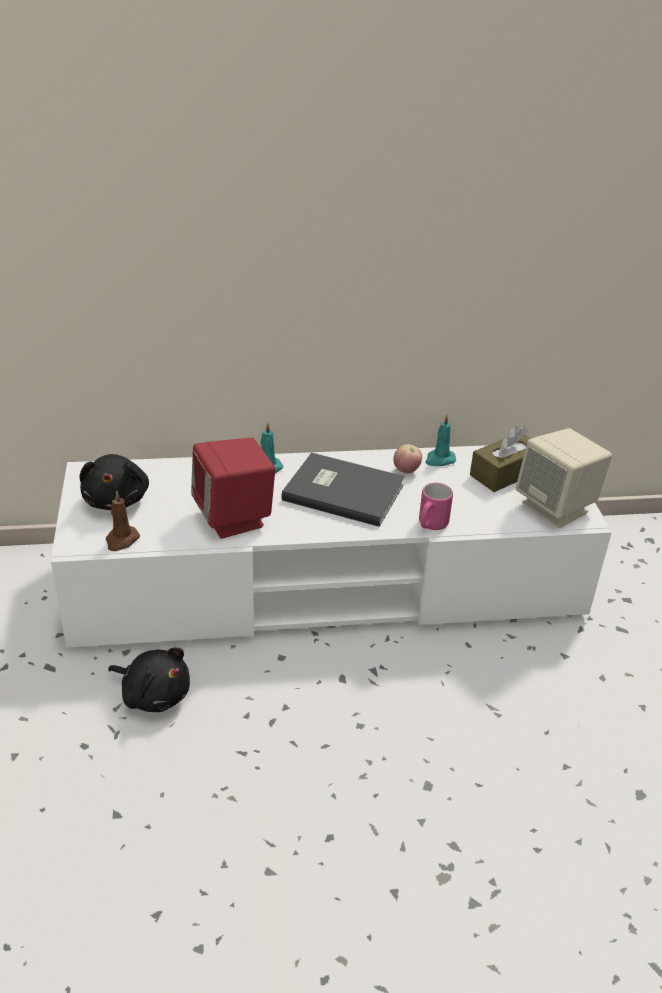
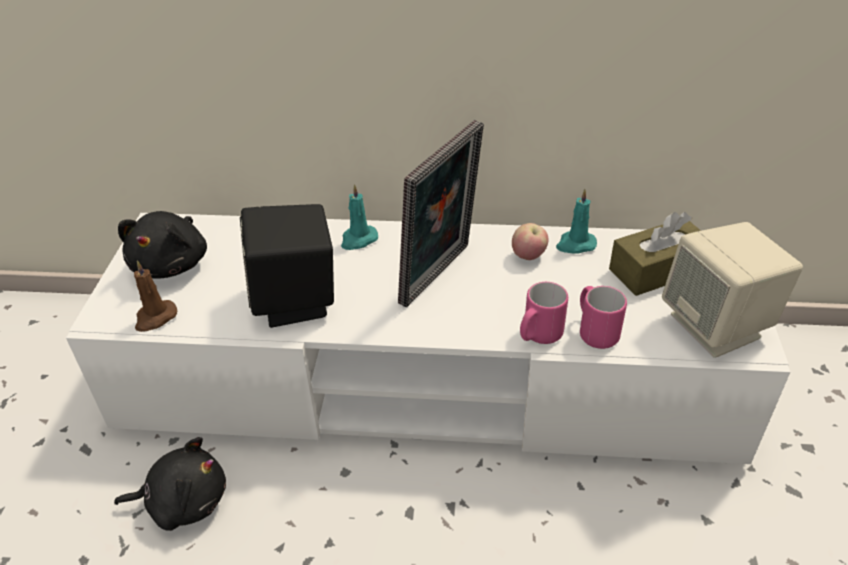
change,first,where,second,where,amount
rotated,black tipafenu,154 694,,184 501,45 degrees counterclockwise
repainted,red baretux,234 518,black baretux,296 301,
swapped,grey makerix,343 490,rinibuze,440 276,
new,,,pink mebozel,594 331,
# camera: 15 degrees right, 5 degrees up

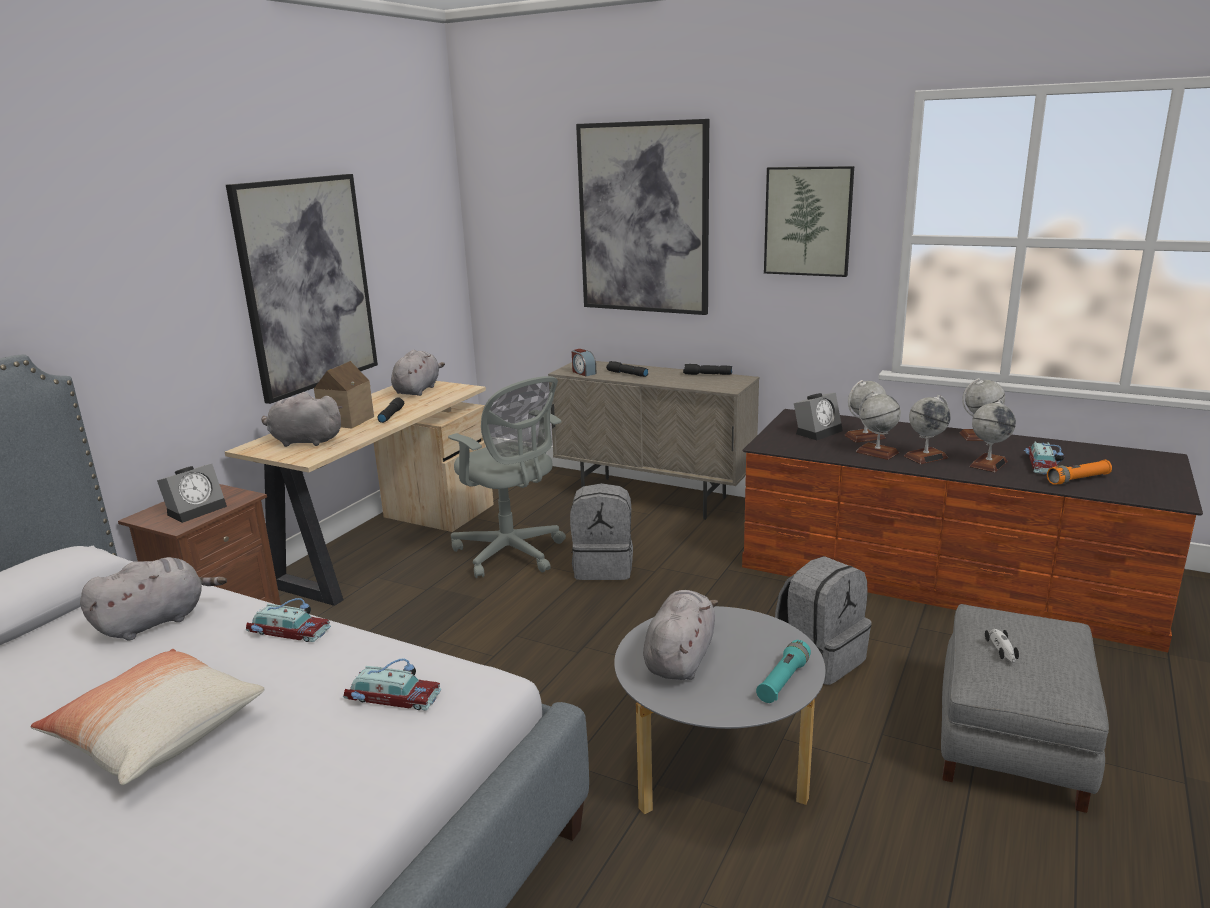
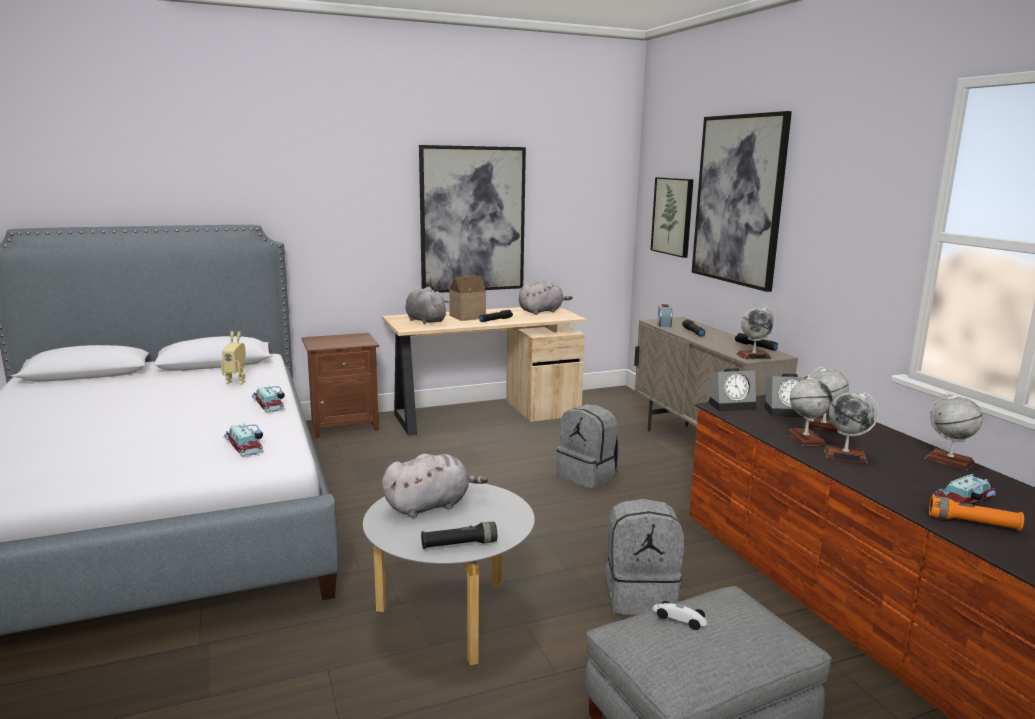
change,first,where,second,where,amount
swapped,grey tipafenu,156 621,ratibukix,237 382,
repainted,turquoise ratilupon,783 681,black ratilupon,459 545,
shifted,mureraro,808 221,,673 216,
rotated,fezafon,1002 649,,679 619,75 degrees clockwise
shifted,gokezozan,197 509,,732 405,
shifted,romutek,988 464,,753 356,
gone,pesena,156 734,,,
gone,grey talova,512 554,,,
# camera: 40 degrees right, 5 degrees down

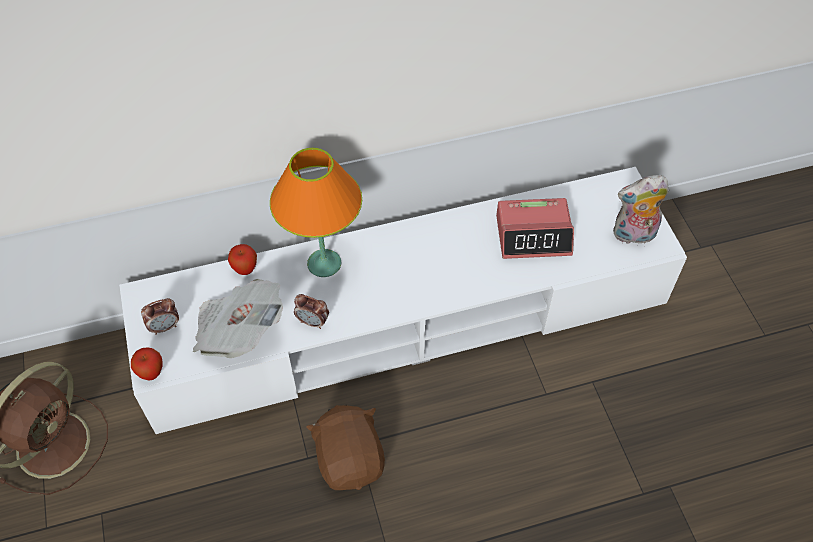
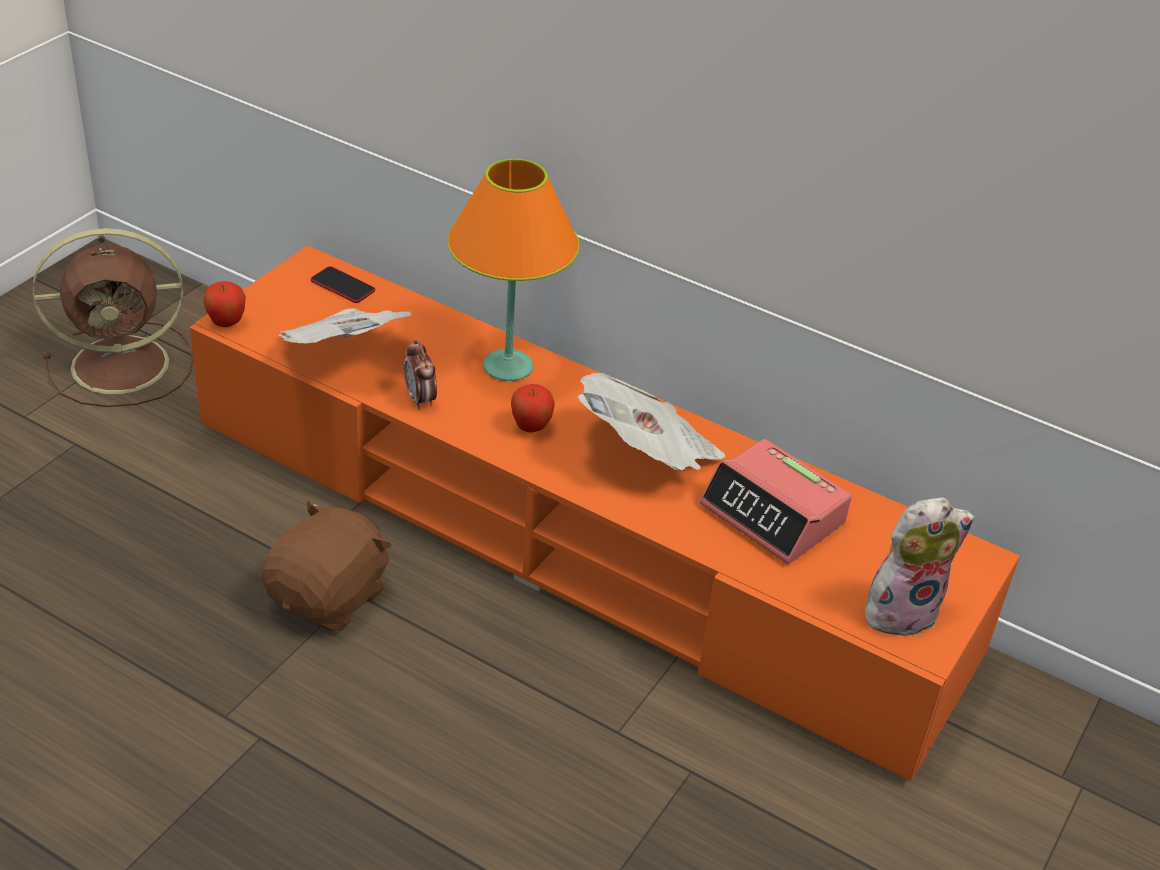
change,first,where,second,where,amount
repainted,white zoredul,407 319,orange zoredul,573 538,
new,,,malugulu,343 286,
shifted,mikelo,245 269,,531 428,
new,,,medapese,648 454,
rotated,tipafenu,633 235,,901 610,120 degrees clockwise
gone,gokezozan,165 327,,,
# camera: 45 degrees right, 15 degrees down

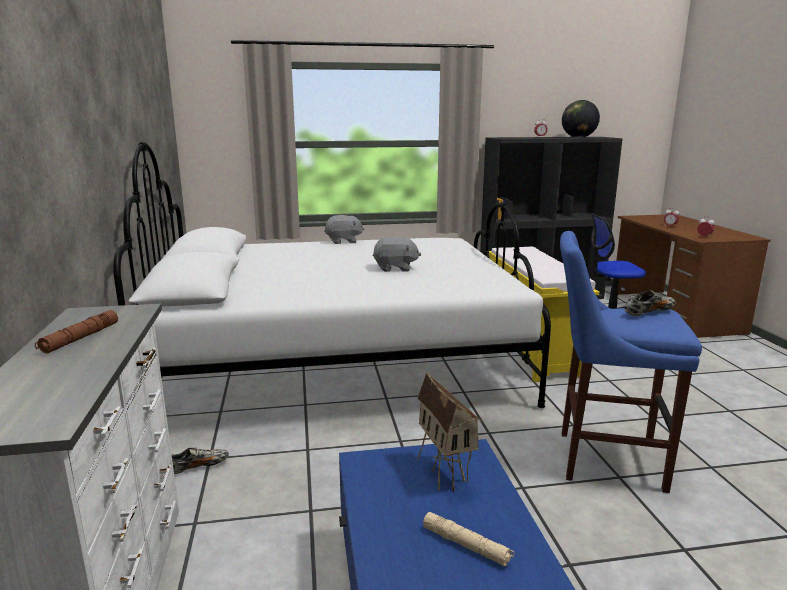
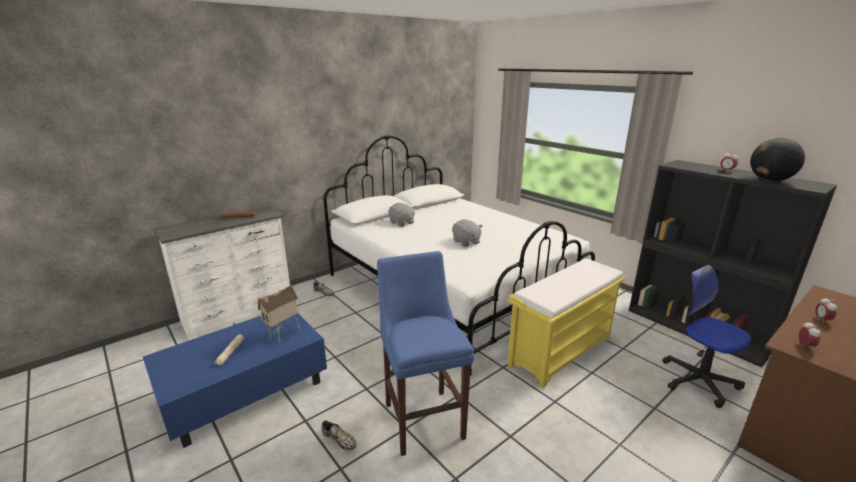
change,first,where,second,where,amount
shifted,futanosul,649 312,,339 441,
shifted,grey tipafenu,343 241,,401 222,
# camera: 60 degrees right, 5 degrees up

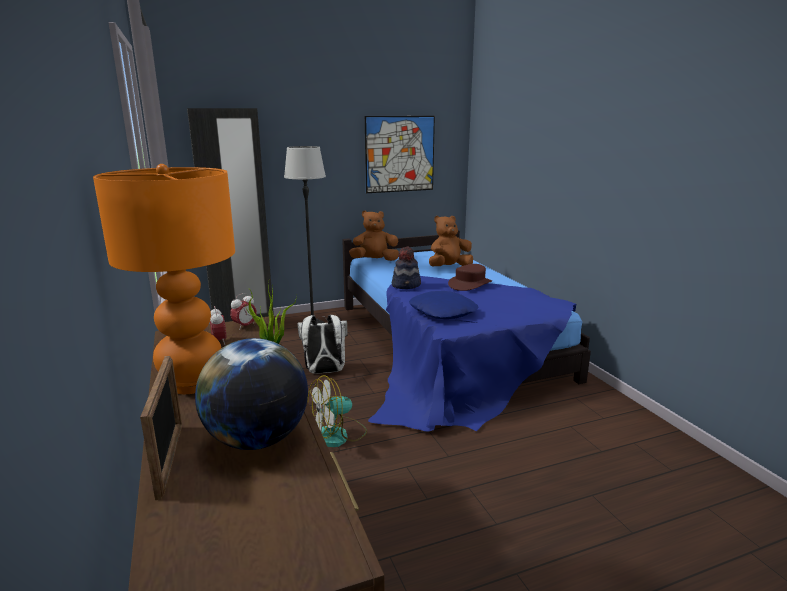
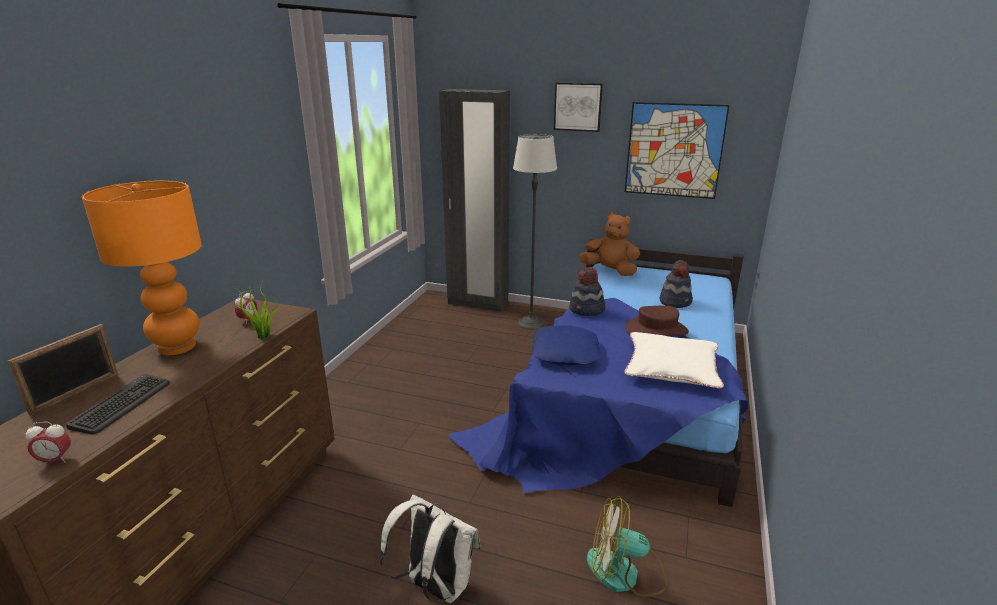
change,first,where,second,where,amount
shifted,gokezozan,245 326,,55 460,
swapped,romutek,257 440,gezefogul,122 404,
shifted,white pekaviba,324 372,,435 586,
new,,,mureraro,578 107,
shifted,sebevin,336 435,,625 572,
new,,,white pesena,671 367,
swapped,brown tipafenu,449 267,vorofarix,675 302,
# camera: 40 degrees right, 5 degrees up

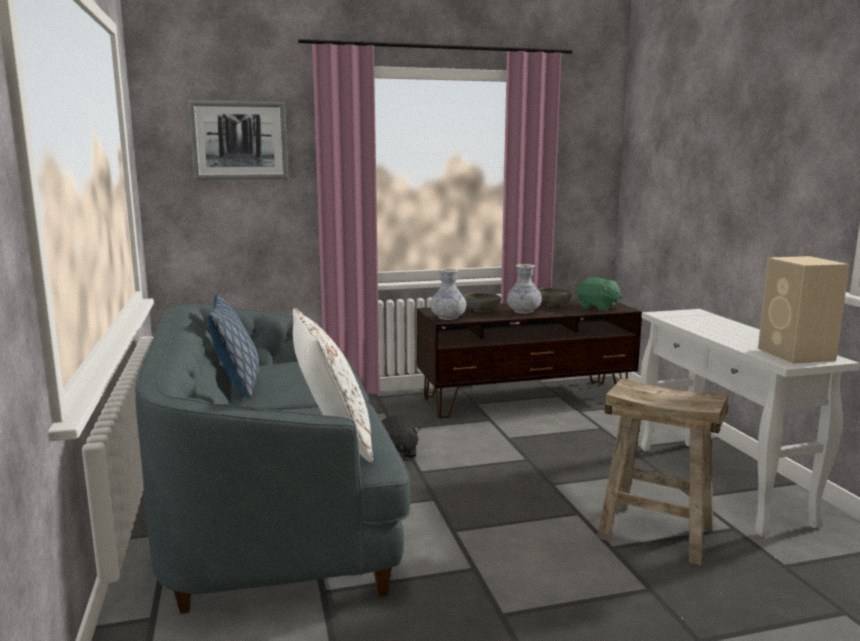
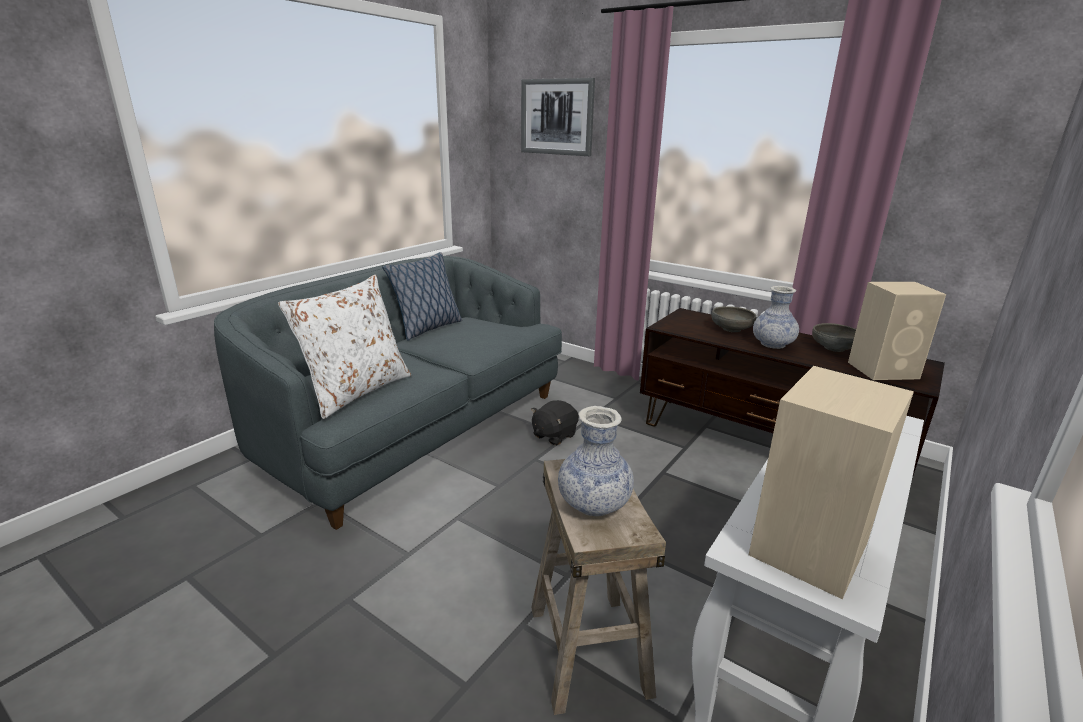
change,first,where,second,where,amount
shifted,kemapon,448 317,,594 503,
swapped,green tipafenu,597 307,beige baretux,884 370,
# camera: 50 degrees right, 10 degrees up

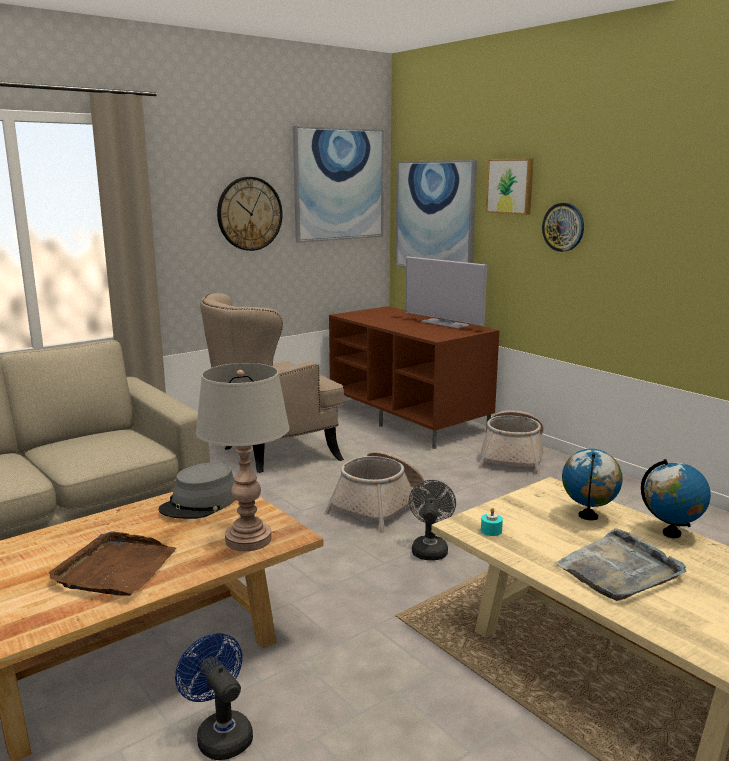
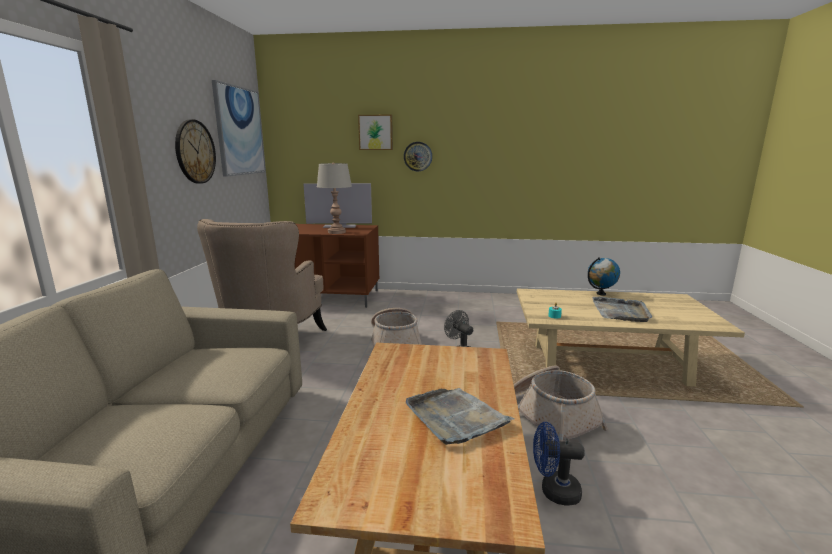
change,first,where,second,where,amount
shifted,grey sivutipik,248 539,,336 232,
repainted,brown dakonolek,115 569,grey dakonolek,455 417,
shifted,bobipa,513 456,,550 416,
gone,grey vorofarix,200 503,,,
gone,mureraro,435 217,,,
gone,romutek,588 516,,,
# camera: 45 degrees left, 0 degrees up

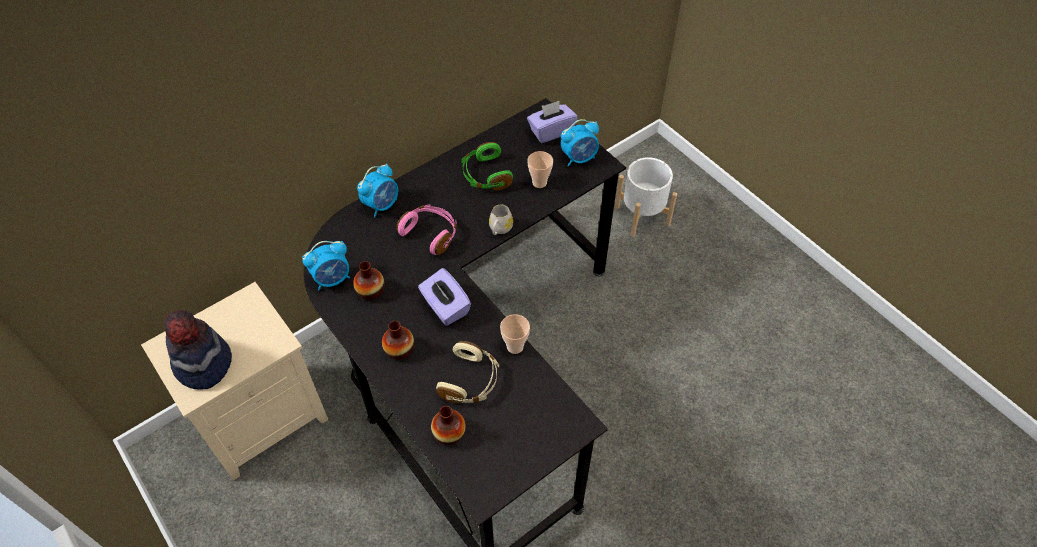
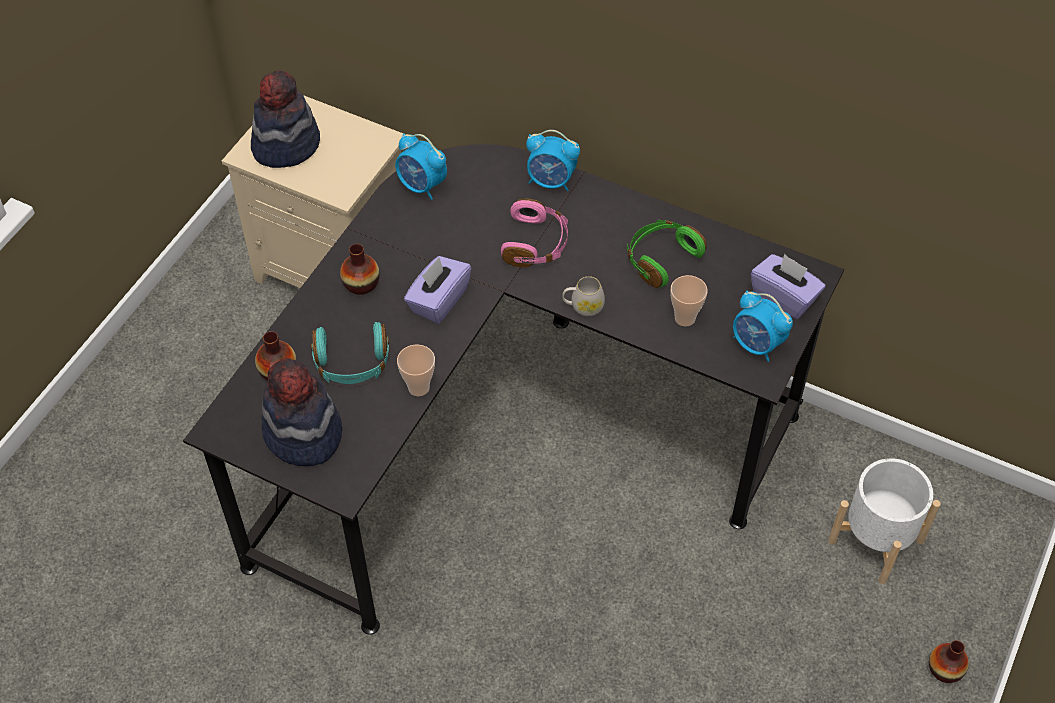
change,first,where,second,where,amount
new,,,vorofarix,303 434,
repainted,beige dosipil,470 381,turquoise dosipil,352 363,
shifted,kemapon,370 290,,945 669,
# camera: 65 degrees right, 0 degrees up

